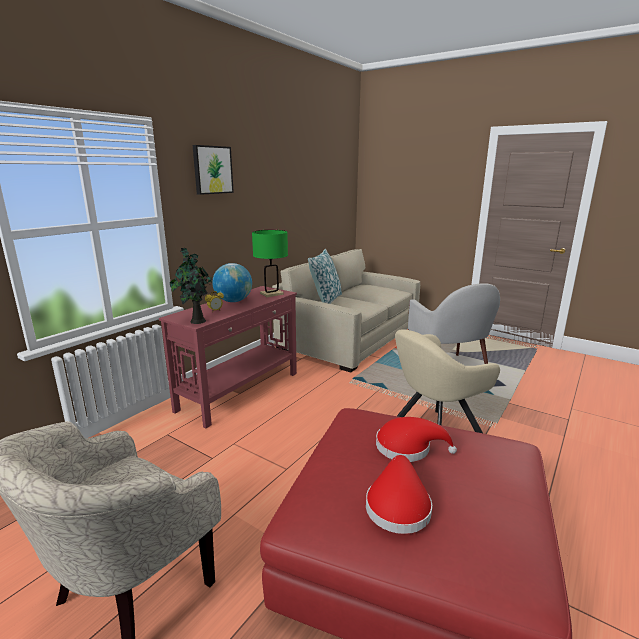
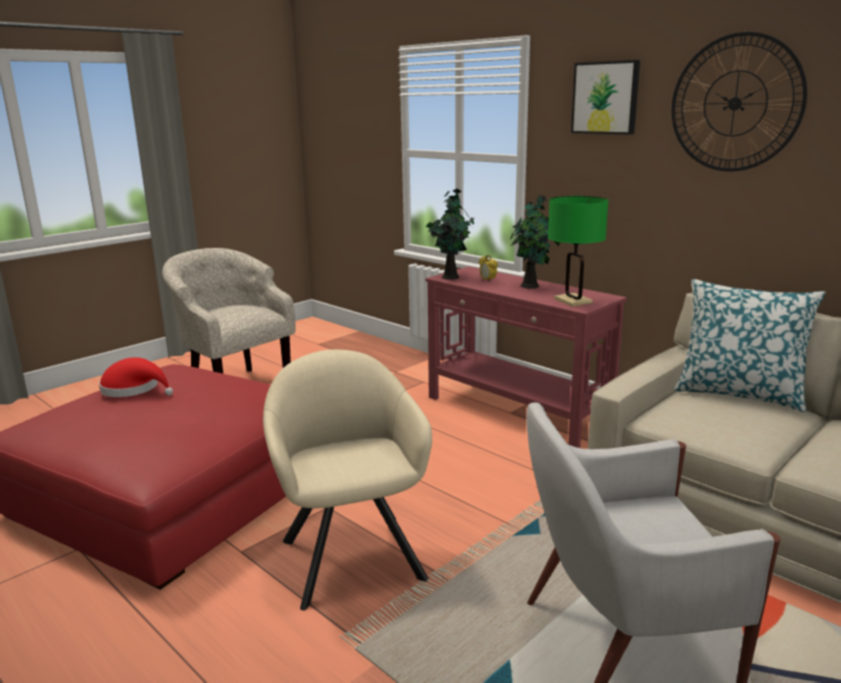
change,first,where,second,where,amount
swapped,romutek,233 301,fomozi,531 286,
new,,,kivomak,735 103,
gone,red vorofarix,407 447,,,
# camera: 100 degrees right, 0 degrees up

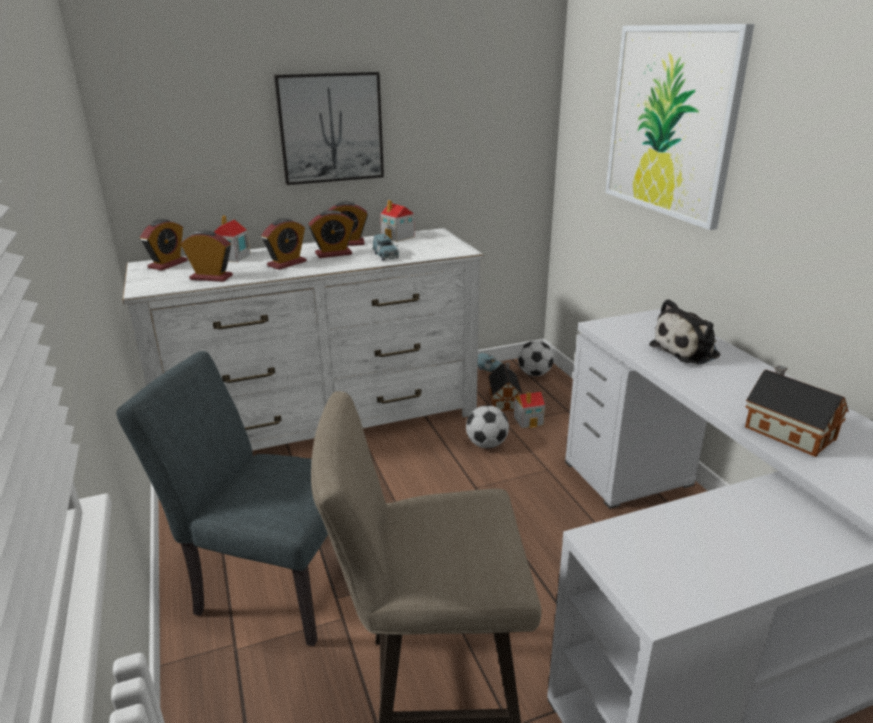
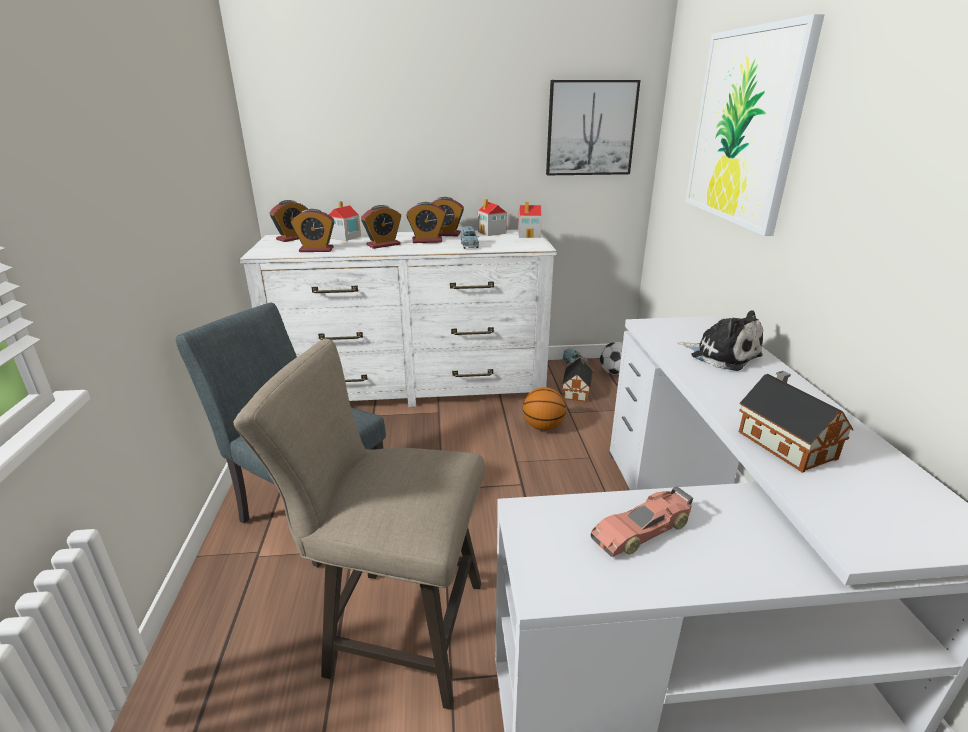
change,first,where,second,where,amount
rotated,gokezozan,211 277,,316 250,150 degrees clockwise
shifted,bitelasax,528 420,,529 235,
swapped,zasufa,486 444,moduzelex,543 426,
shifted,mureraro,331 128,,590 128,
new,,,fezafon,642 530,
rotated,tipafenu,688 350,,721 355,120 degrees counterclockwise
# camera: 15 degrees right, 0 degrees up

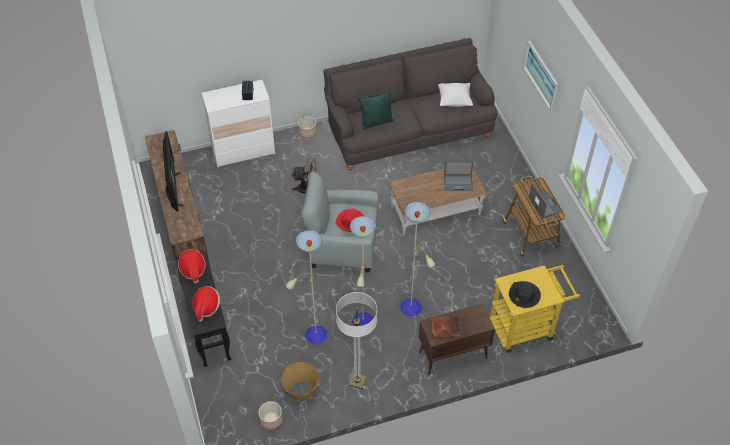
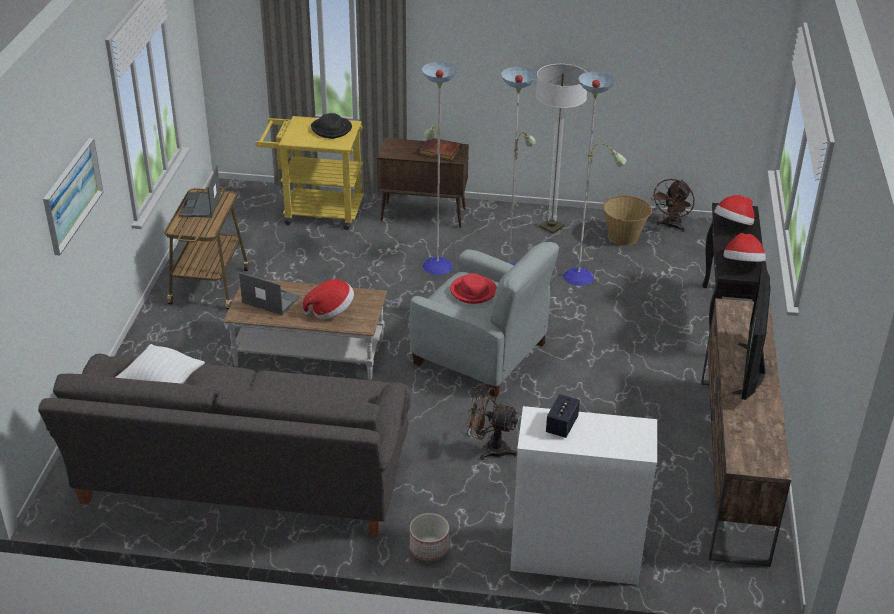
change,first,where,second,where,amount
new,,,vorofarix,331 311,
swapped,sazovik,271 420,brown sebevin,671 226,
gone,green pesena,376 122,,,
# camera: 155 degrees left, 15 degrees down

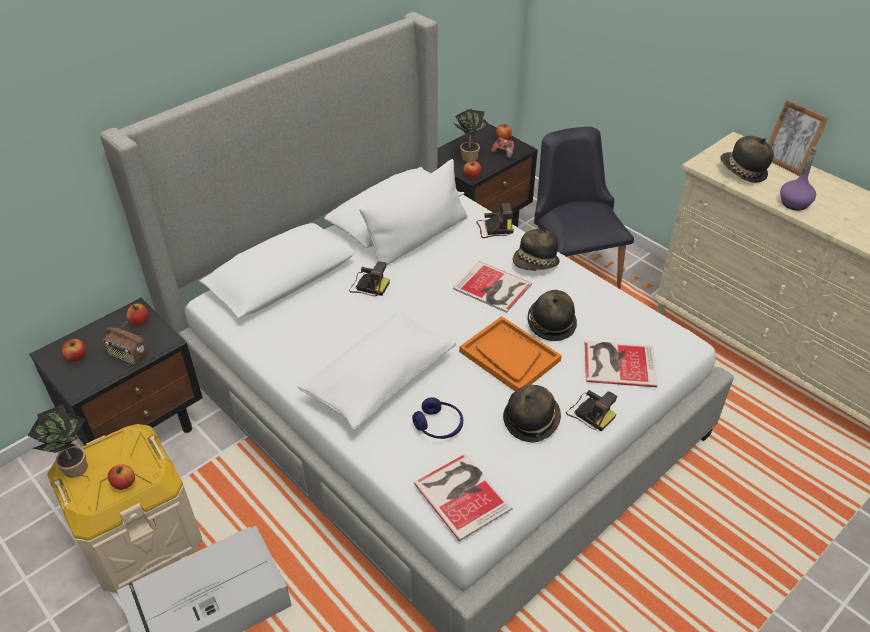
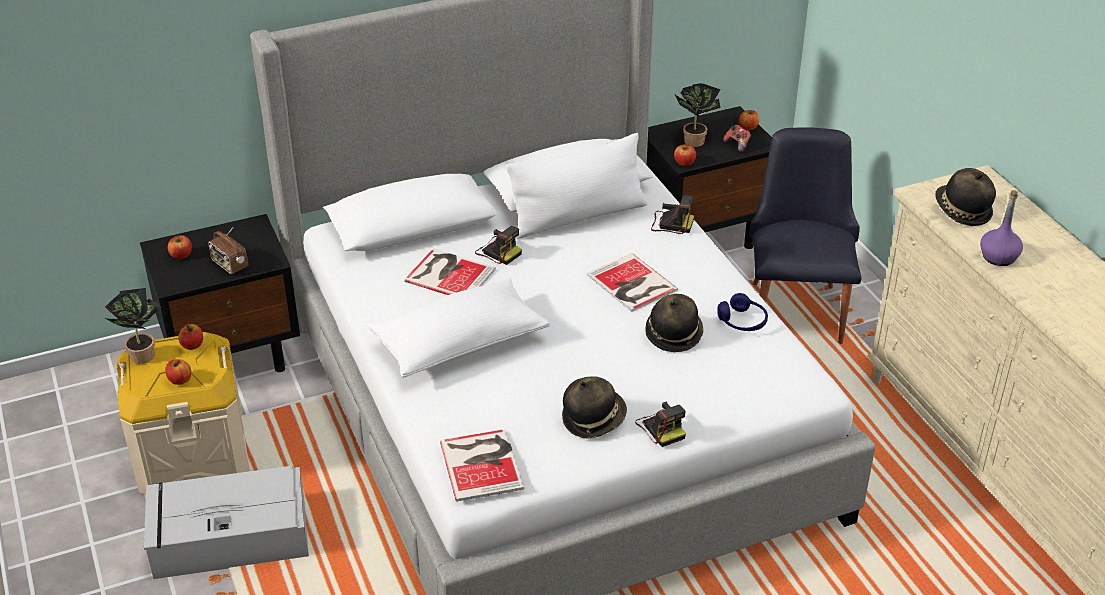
change,first,where,second,where,amount
shifted,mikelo,140 321,,192 345,
shifted,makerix,617 363,,449 274,
shifted,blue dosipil,438 425,,742 322,
gone,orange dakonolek,509 356,,,
gone,vorofarix,535 264,,,
gone,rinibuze,785 165,,,
# camera: 20 degrees right, 5 degrees down

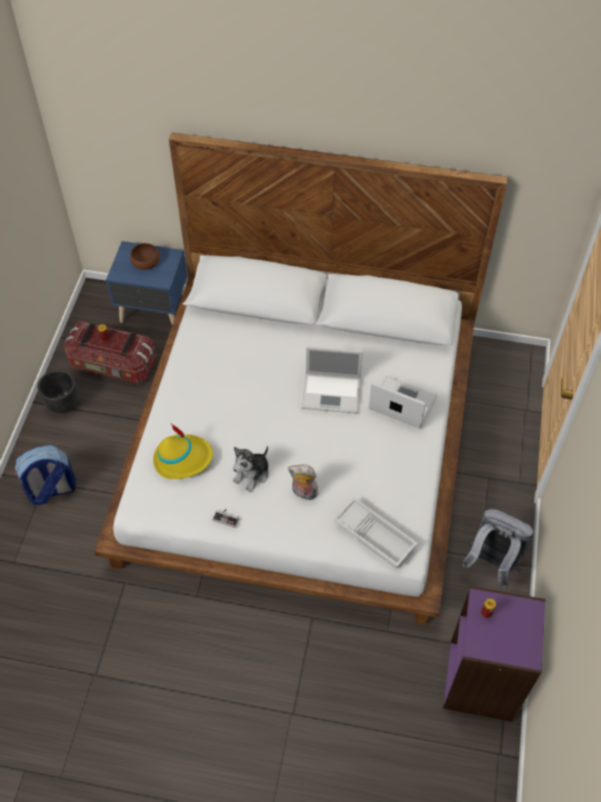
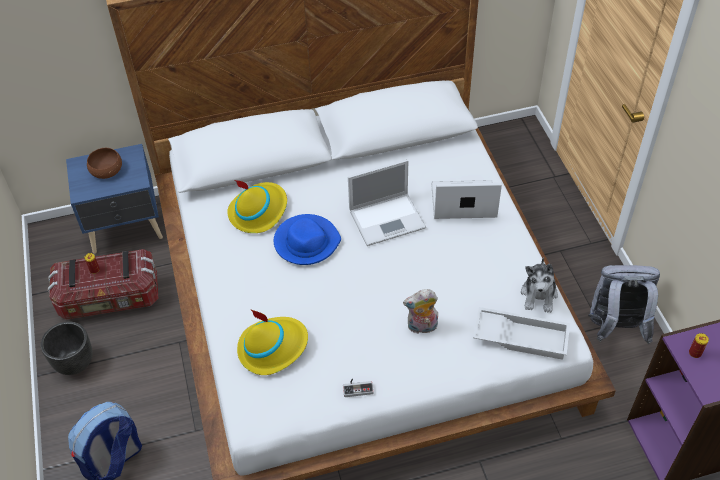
change,first,where,second,where,amount
new,,,yellow vorofarix,258 211,
new,,,blue vorofarix,306 242,
shifted,tipafenu,252 474,,539 295,
# camera: 25 degrees left, 5 degrees down

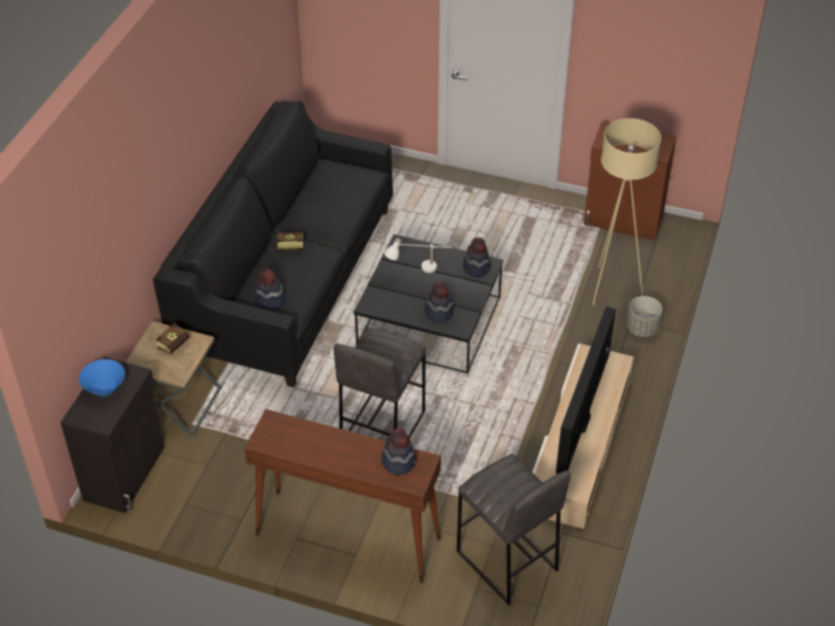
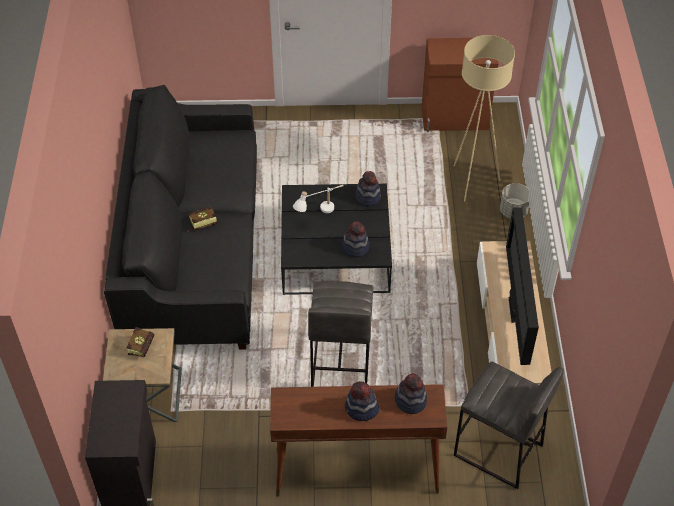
change,first,where,second,where,amount
shifted,vorofarix,270 300,,361 409,
gone,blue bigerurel,105 388,,,
# camera: 20 degrees left, 5 degrees up

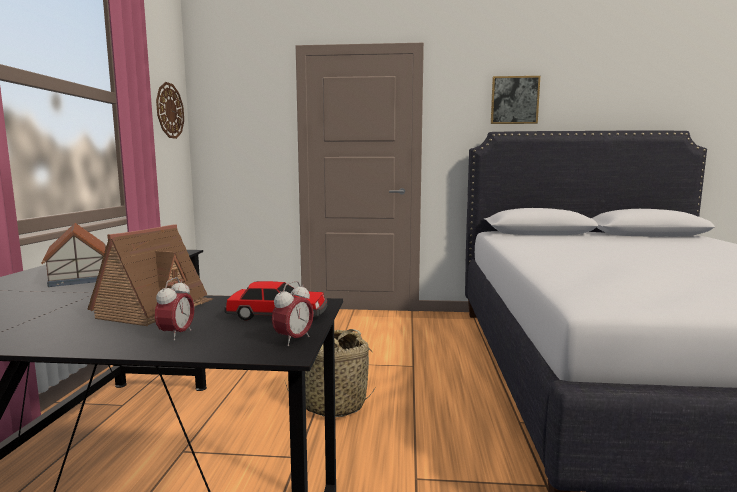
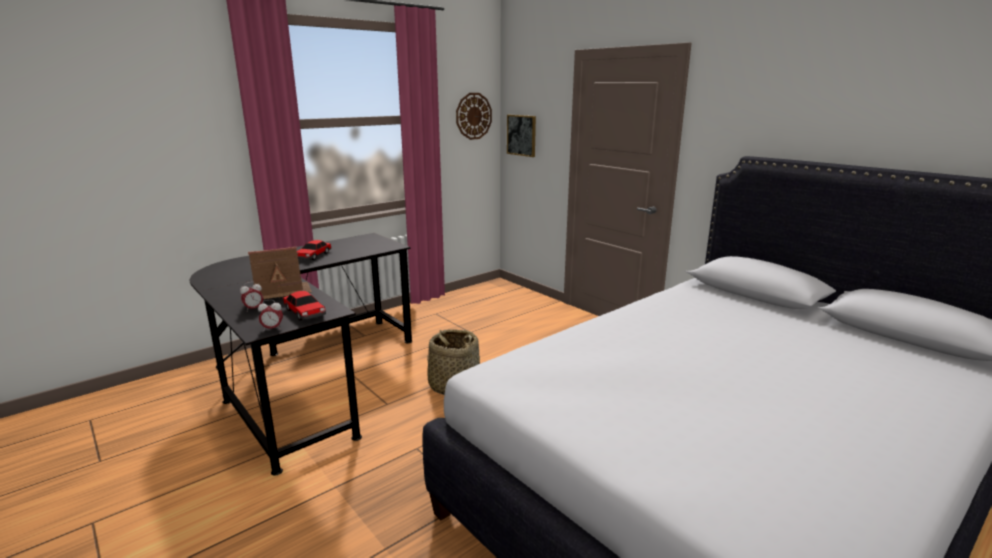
change,first,where,second,where,amount
swapped,bitelasax,80 275,fezafon,313 256,
shifted,mureraro,514 100,,521 135,
# camera: 45 degrees right, 10 degrees up

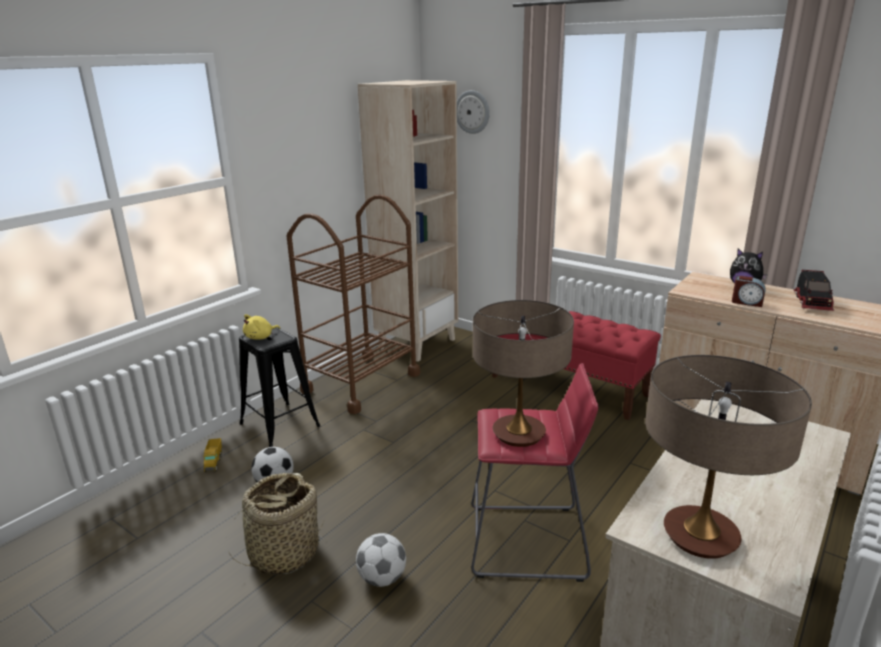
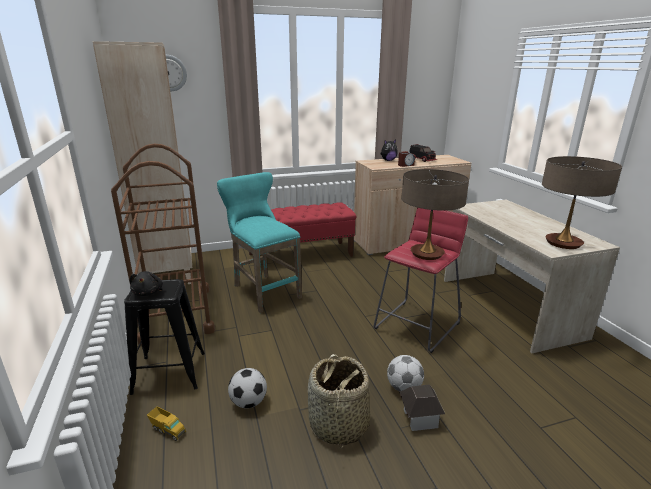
change,first,where,second,where,amount
repainted,yellow tipafenu,260 337,black tipafenu,148 292,
new,,,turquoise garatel,263 290,
new,,,bitelasax,419 418,
# camera: 55 degrees left, 0 degrees up

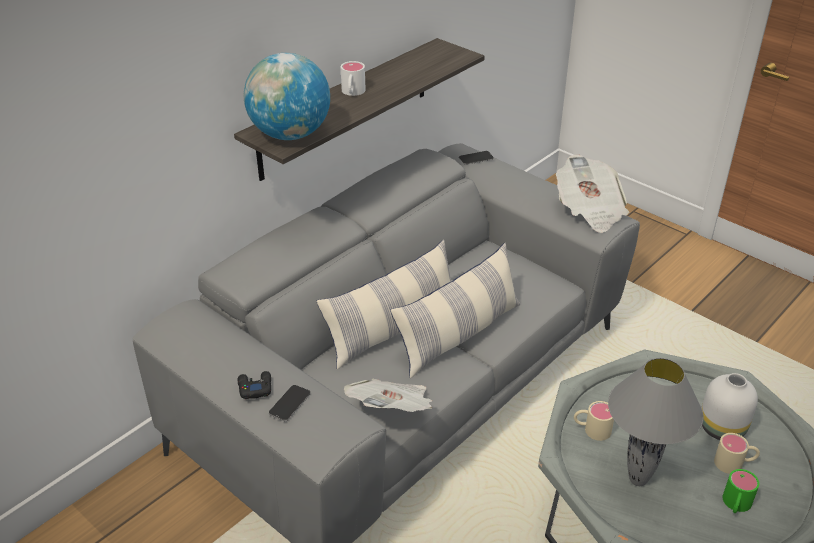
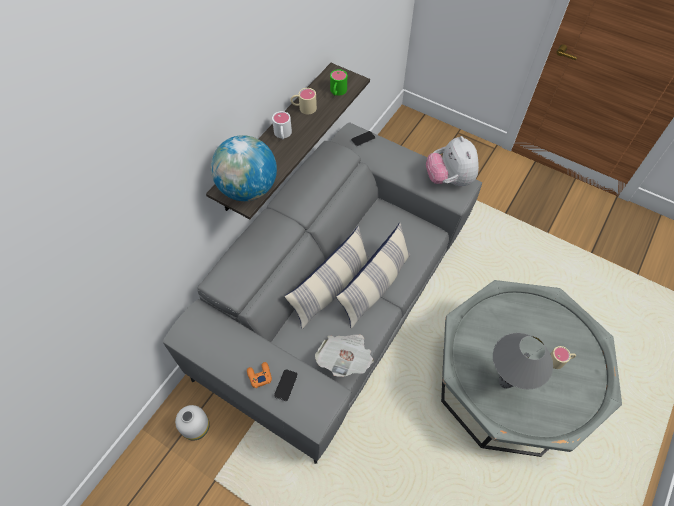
change,first,where,second,where,amount
shifted,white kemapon,720 427,,195 427,
repainted,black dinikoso,255 388,orange dinikoso,259 375,
shifted,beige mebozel,591 429,,303 108,
shifted,green mebozel,735 505,,337 92,
swapped,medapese,590 210,tipafenu,449 179,
# camera: 10 degrees left, 20 degrees up

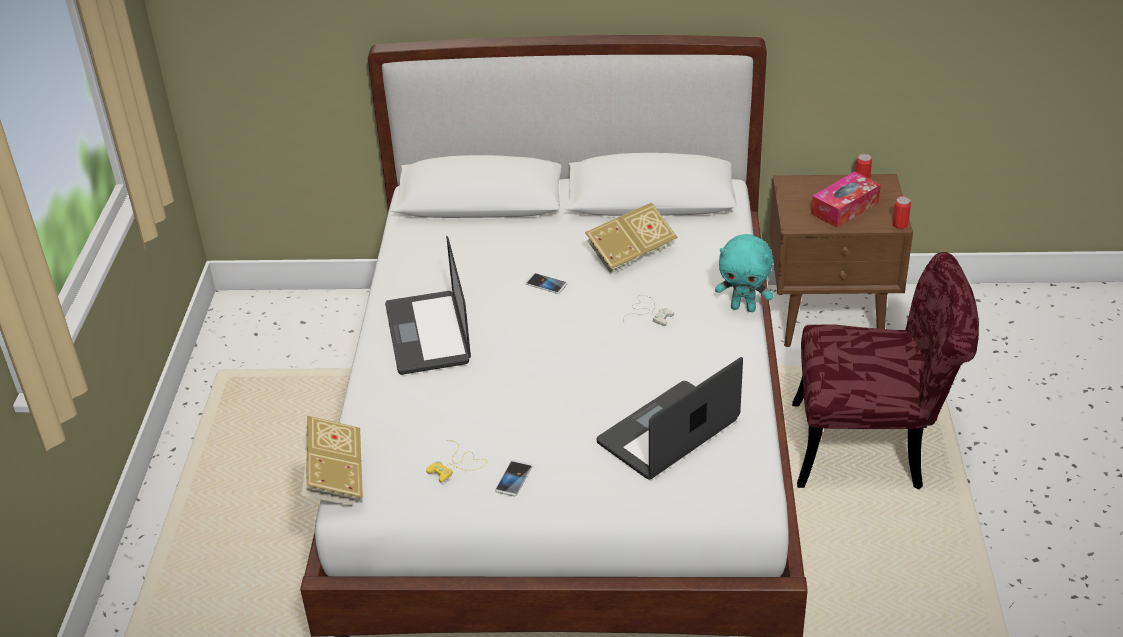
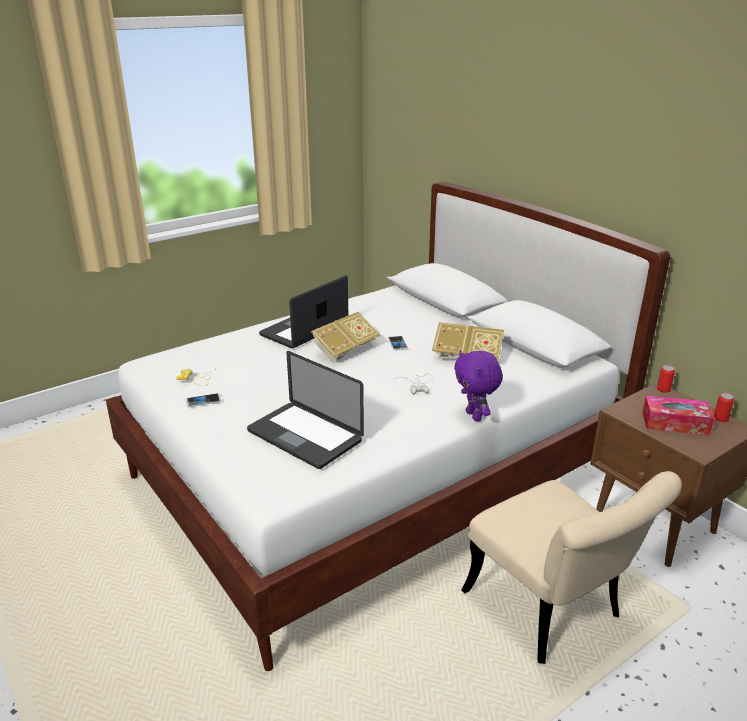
change,first,where,second,where,amount
rotated,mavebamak,668 432,,304 436,150 degrees counterclockwise
shifted,makerix,334 478,,345 350,
repainted,turquoise tipafenu,743 308,purple tipafenu,475 416,
repainted,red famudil,873 447,beige famudil,553 613,
shifted,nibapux,900 225,,663 389,
# camera: 50 degrees right, 10 degrees down

